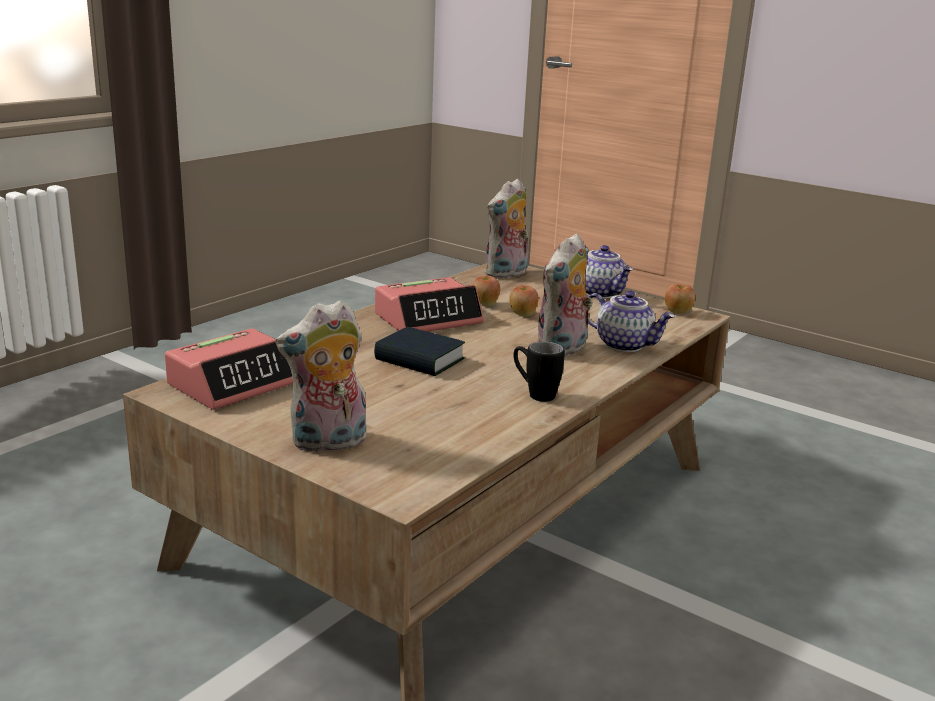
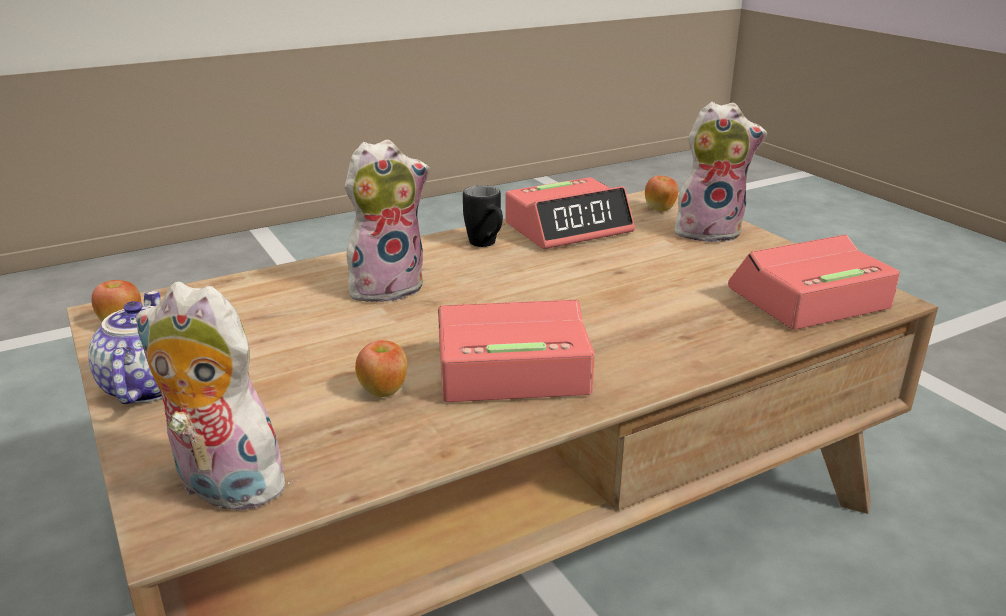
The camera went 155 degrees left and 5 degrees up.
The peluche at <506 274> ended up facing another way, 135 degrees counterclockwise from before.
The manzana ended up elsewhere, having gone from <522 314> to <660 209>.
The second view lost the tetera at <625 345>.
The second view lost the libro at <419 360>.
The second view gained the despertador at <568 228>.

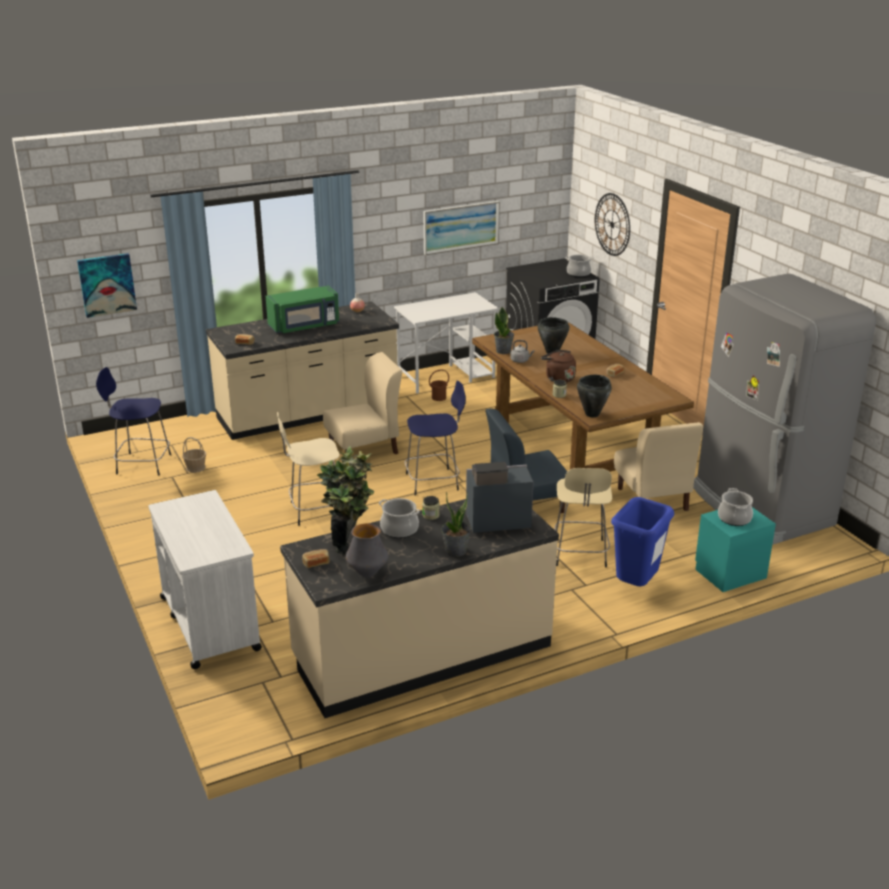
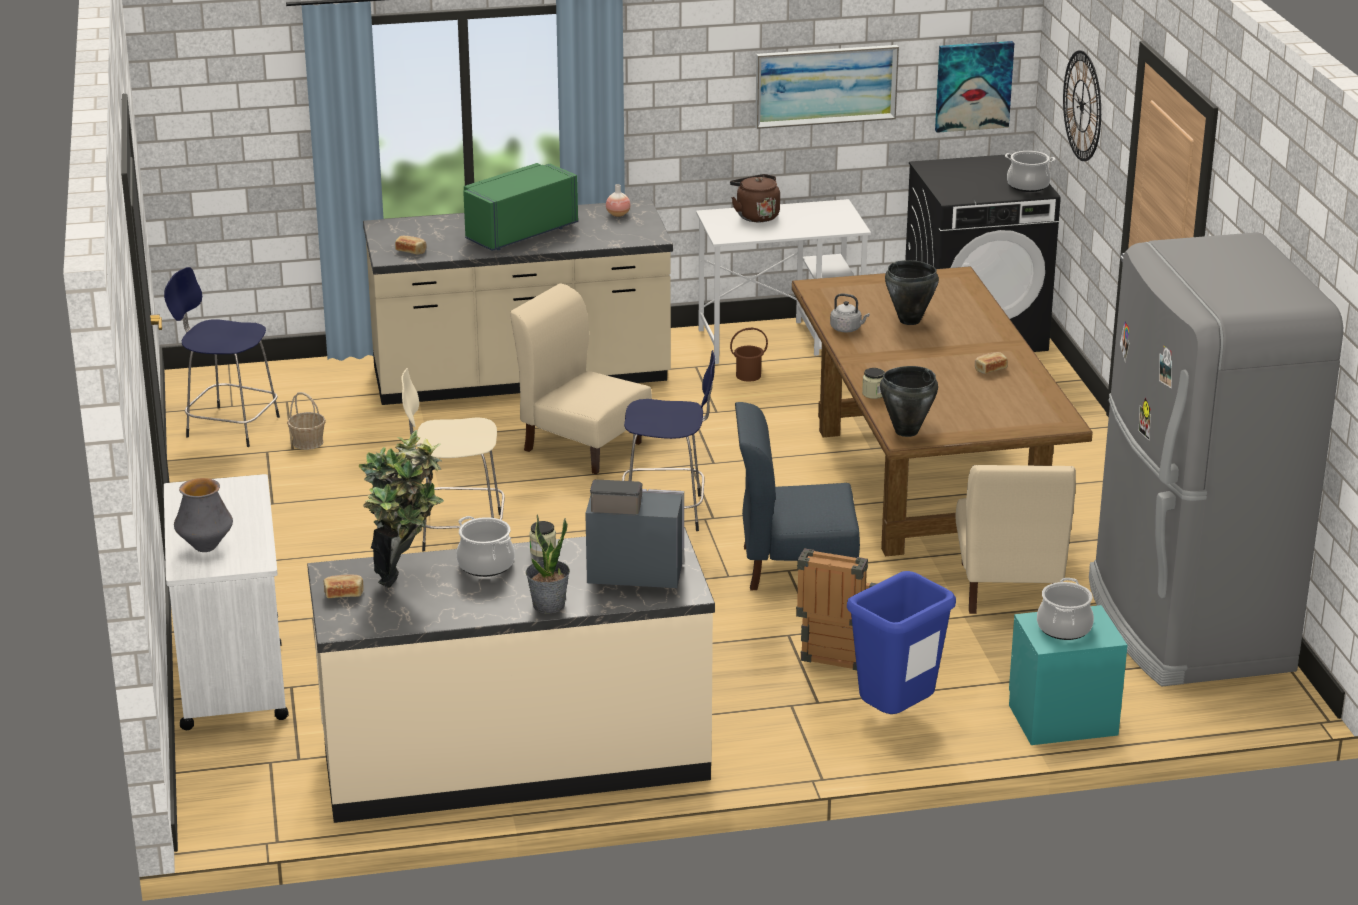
The camera went 15 degrees right and 0 degrees up.
The cuadro ended up elsewhere, having gone from <107 284> to <973 85>.
The microondas/verde at <304 326> ended up facing another way, 150 degrees clockwise from before.
The second view lost the planta en maceta at <503 351>.
The hervidor/marrón ended up elsewhere, having gone from <558 378> to <755 216>.
The silla/beis at <364 449> ended up facing another way, 135 degrees counterclockwise from before.
Where the taburete/beis stood at <580 554>, the caja de embalaje came to stand at <836 655>.
The florero ended up elsewhere, having gone from <367 573> to <205 547>.

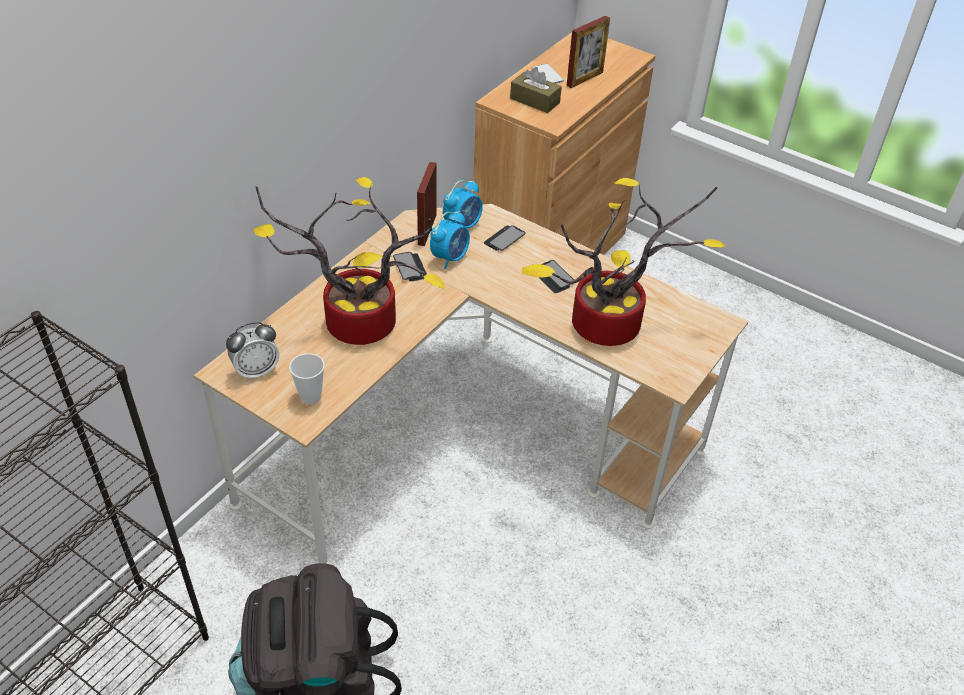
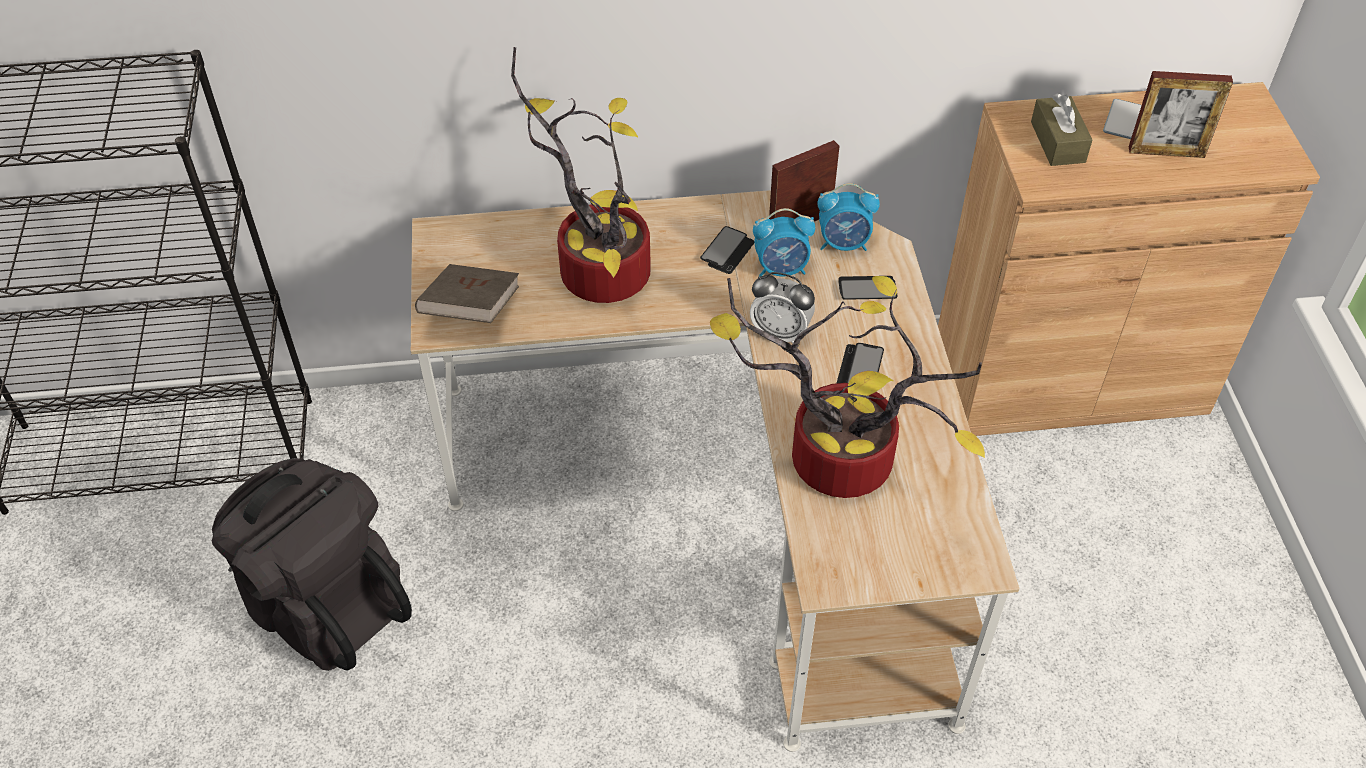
The camera went 50 degrees right and 5 degrees up.
The despertador ended up elsewhere, having gone from <256 371> to <780 333>.
Where the taza stood at <310 397>, the libro/marrón came to stand at <471 310>.

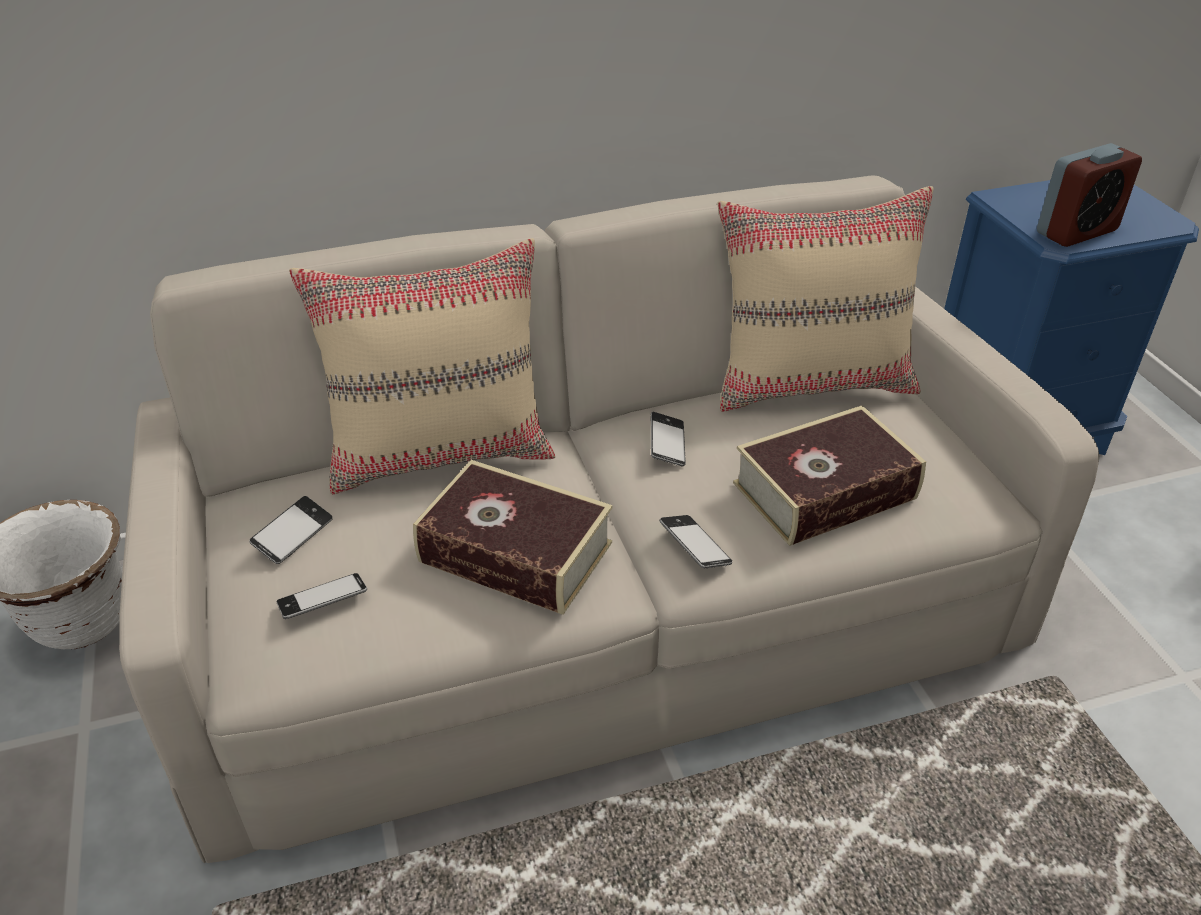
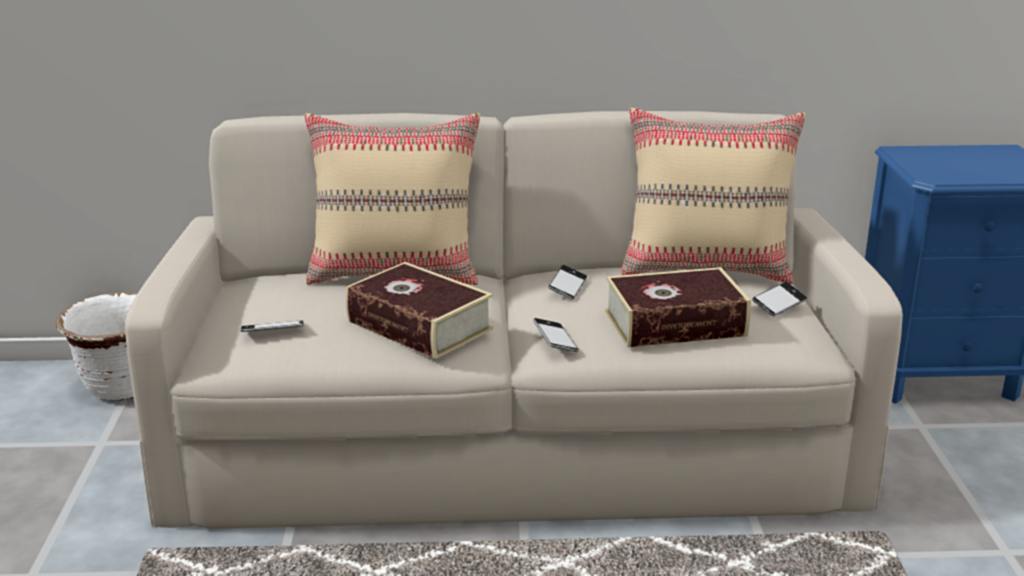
The camera went 15 degrees right and 15 degrees down.
The second view lost the despertador at <1076 232>.
The móvil ended up elsewhere, having gone from <293 535> to <779 304>.

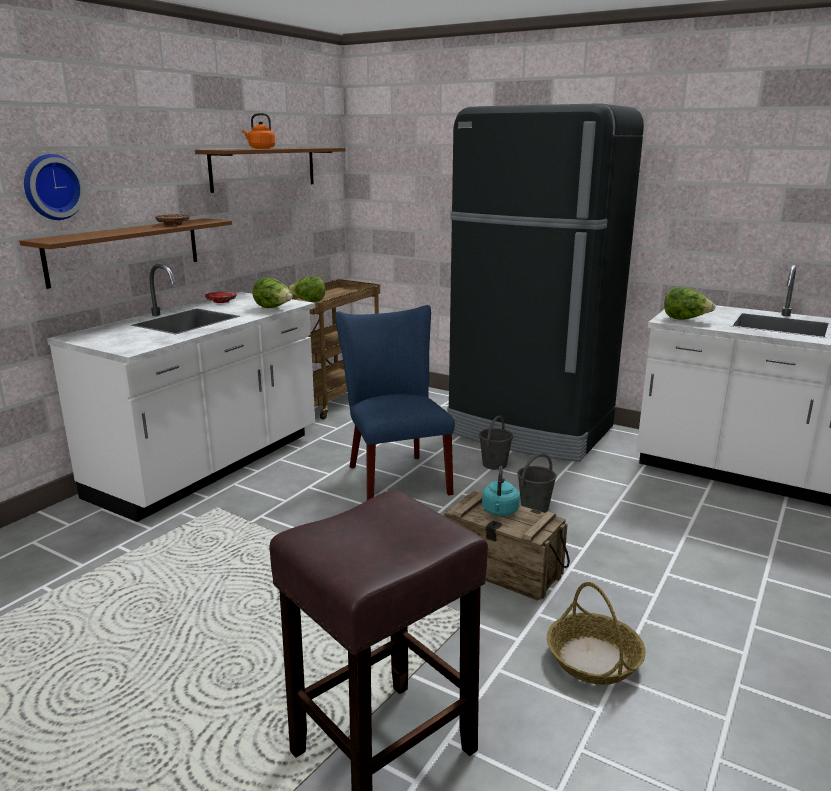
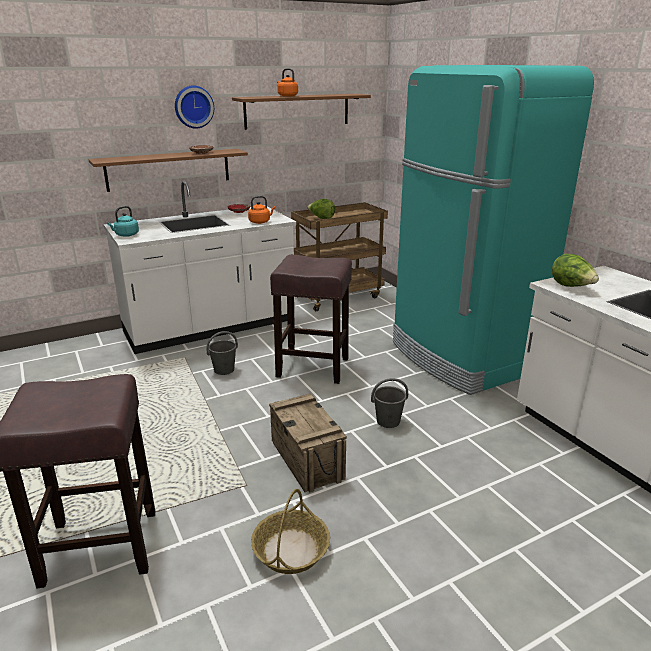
The camera went 30 degrees right and 5 degrees up.
What was the nevera/negro at <530 431> turned into the nevera/turquesa at <461 357>.
The reloj de pared ended up elsewhere, having gone from <51 187> to <193 107>.
Where the lechuga stood at <273 308>, the hervidor/naranja came to stand at <260 222>.
Where the silla/azul stood at <394 477>, the taburete/marrón came to stand at <314 367>.
The cubo/gris ended up elsewhere, having gone from <494 464> to <224 370>.
The hervidor/turquesa ended up elsewhere, having gone from <500 511> to <126 235>.

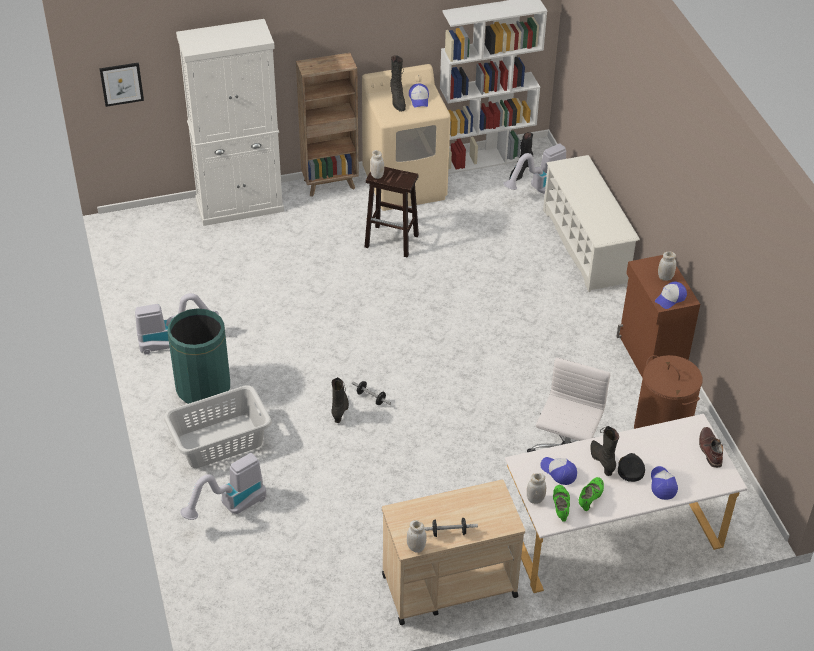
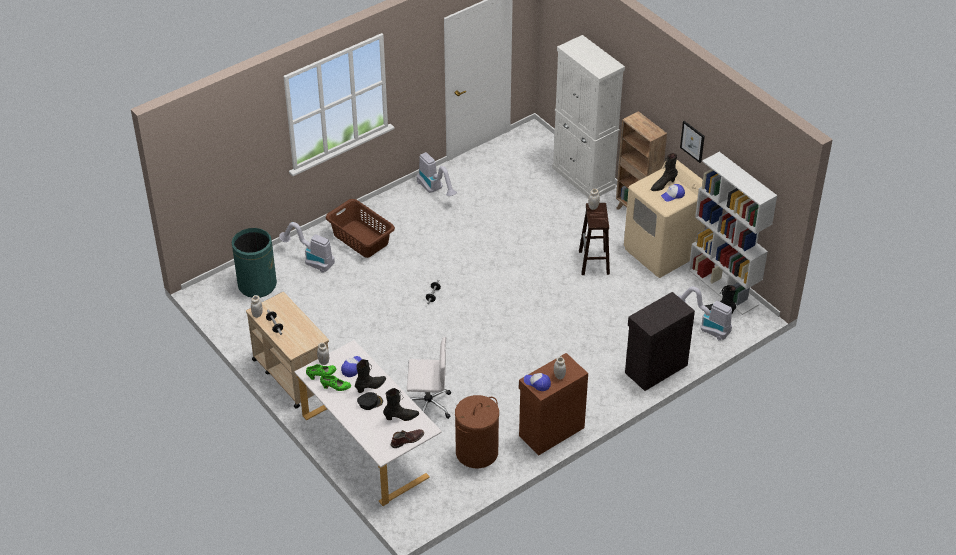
The camera went 70 degrees right and 0 degrees up.
The cuadro ended up elsewhere, having gone from <121 84> to <692 141>.
Where the zapatero/blanco stood at <585 246>, the armario/negro came to stand at <655 368>.
The papelera/verde ended up elsewhere, having gone from <203 388> to <257 285>.
The bota/negro ended up elsewhere, having gone from <340 410> to <401 417>.
What was the cesto de la ropa/gris at <219 441> turned into the cesto de la ropa/marrón at <361 238>.
The second view lost the gorra at <662 485>.

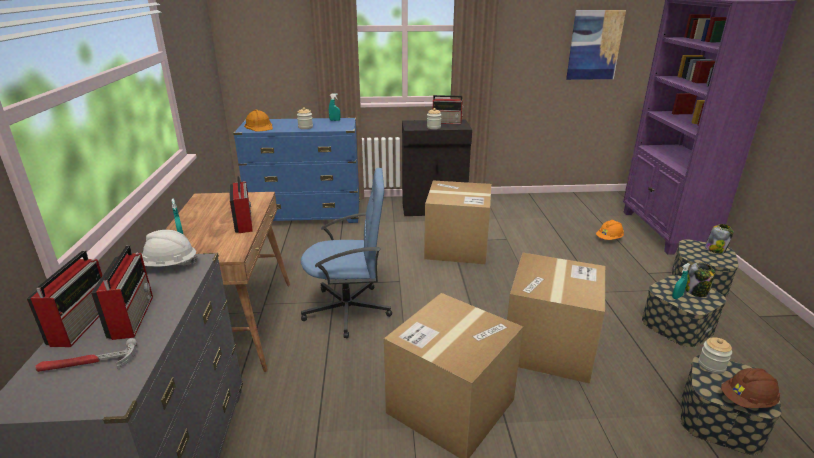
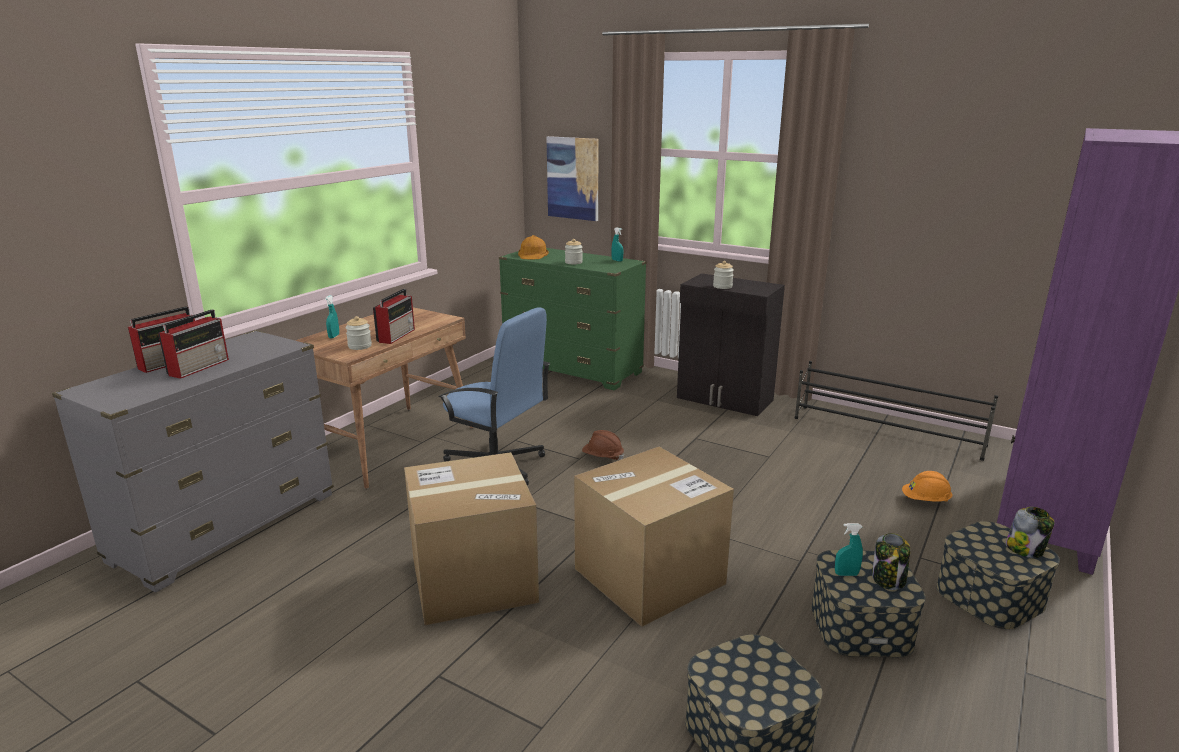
The camera went 35 degrees right and 5 degrees down.
The cuadro ended up elsewhere, having gone from <594 45> to <573 178>.
The second view lost the radio at <447 122>.
What was the cómoda/azul at <306 215> turned into the cómoda/verde at <573 369>.
The second view lost the caja de cartón at <457 247>.
The second view lost the casco/blanco at <168 266>.
The second view lost the martillo at <87 363>.
The tarro ended up elsewhere, having gone from <711 365> to <360 346>.
The casco/marrón ended up elsewhere, having gone from <747 400> to <602 457>.
The second view gained the zapatero/negro at <888 432>.

